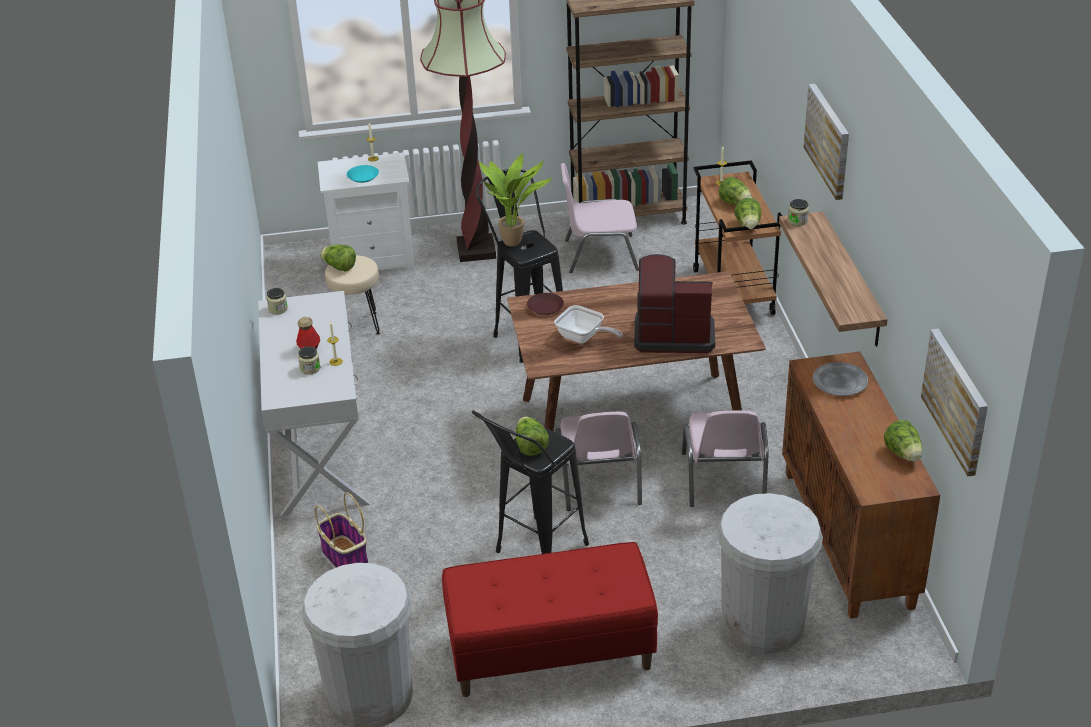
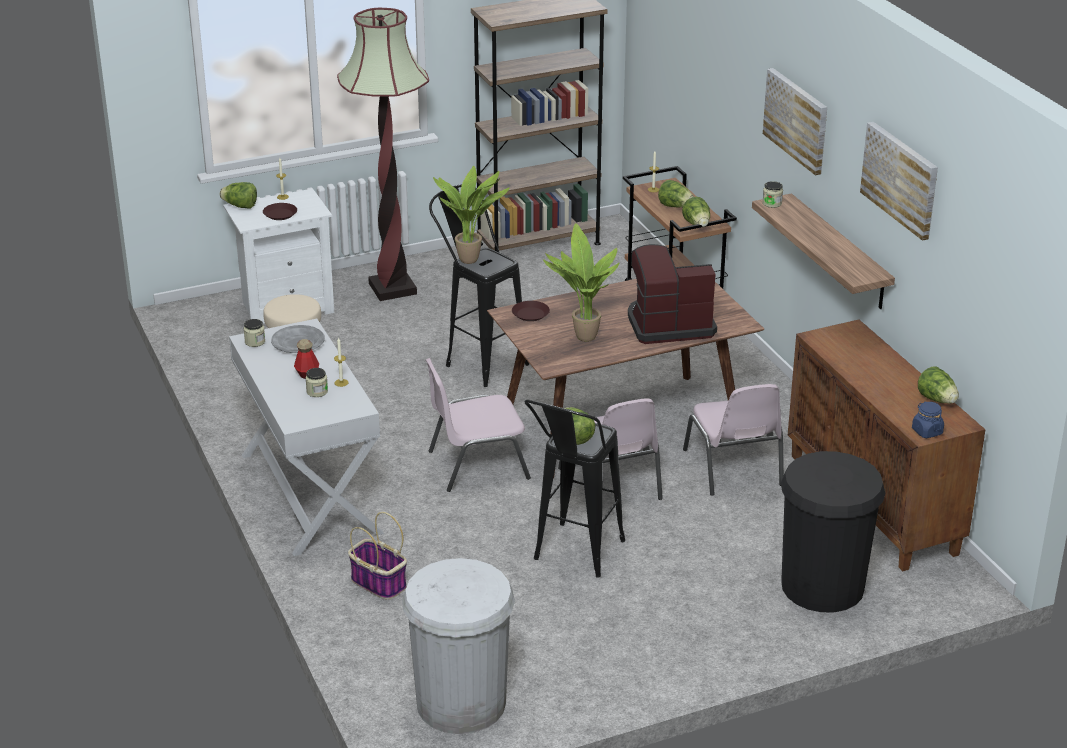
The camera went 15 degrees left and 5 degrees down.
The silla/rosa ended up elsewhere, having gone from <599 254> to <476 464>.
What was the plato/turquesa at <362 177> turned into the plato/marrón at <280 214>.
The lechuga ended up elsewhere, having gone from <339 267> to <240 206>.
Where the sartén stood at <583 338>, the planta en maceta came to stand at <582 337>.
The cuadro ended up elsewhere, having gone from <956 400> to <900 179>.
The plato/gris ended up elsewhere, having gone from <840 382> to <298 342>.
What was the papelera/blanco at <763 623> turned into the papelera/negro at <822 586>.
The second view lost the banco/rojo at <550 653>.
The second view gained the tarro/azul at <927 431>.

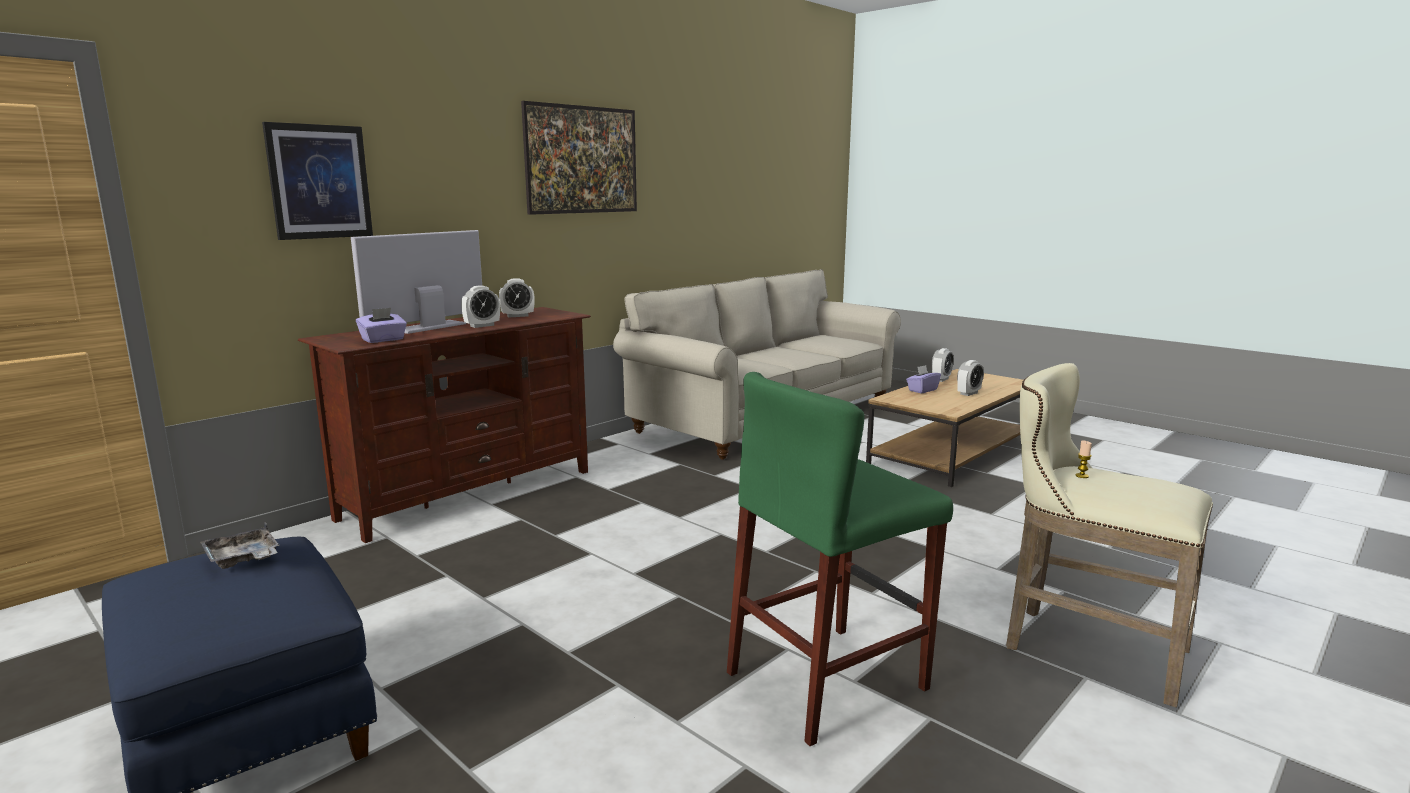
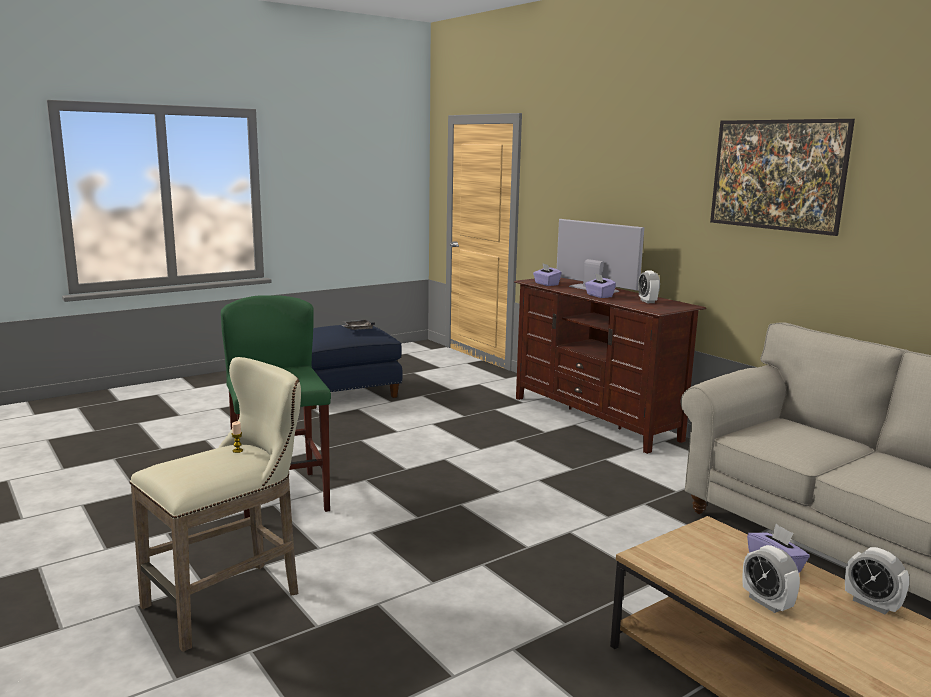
The camera went 100 degrees right and 0 degrees up.
The second view lost the cuadro at <319 182>.
Where the despertador stood at <482 326>, the caja de pañuelos/morado came to stand at <599 296>.

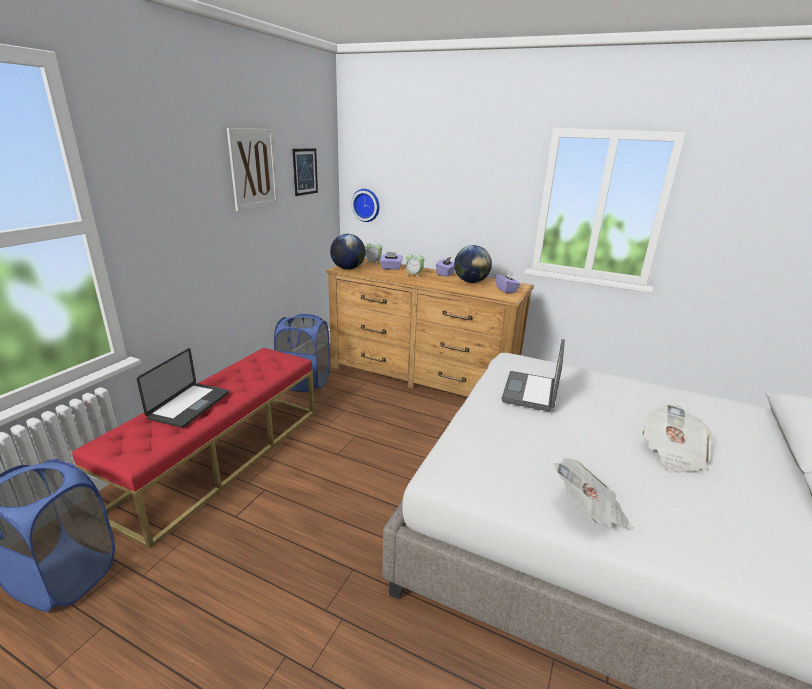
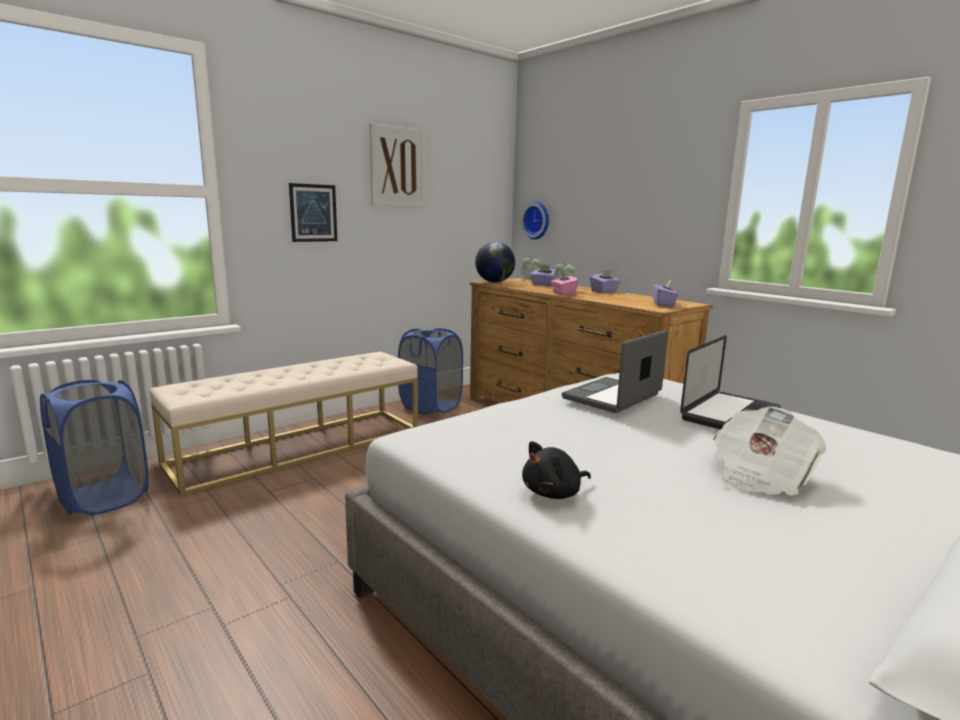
The camera went 25 degrees right and 10 degrees down.
The cuadro ended up elsewhere, having gone from <305 171> to <313 213>.
The second view lost the globo terráqueo at <471 282>.
What was the banco/rojo at <222 456> turned into the banco/beis at <300 447>.
The portátil ended up elsewhere, having gone from <189 405> to <730 414>.
Where the periódico stood at <589 511>, the peluche/negro came to stand at <554 493>.
The second view gained the caja de pañuelos/rosa at <563 294>.

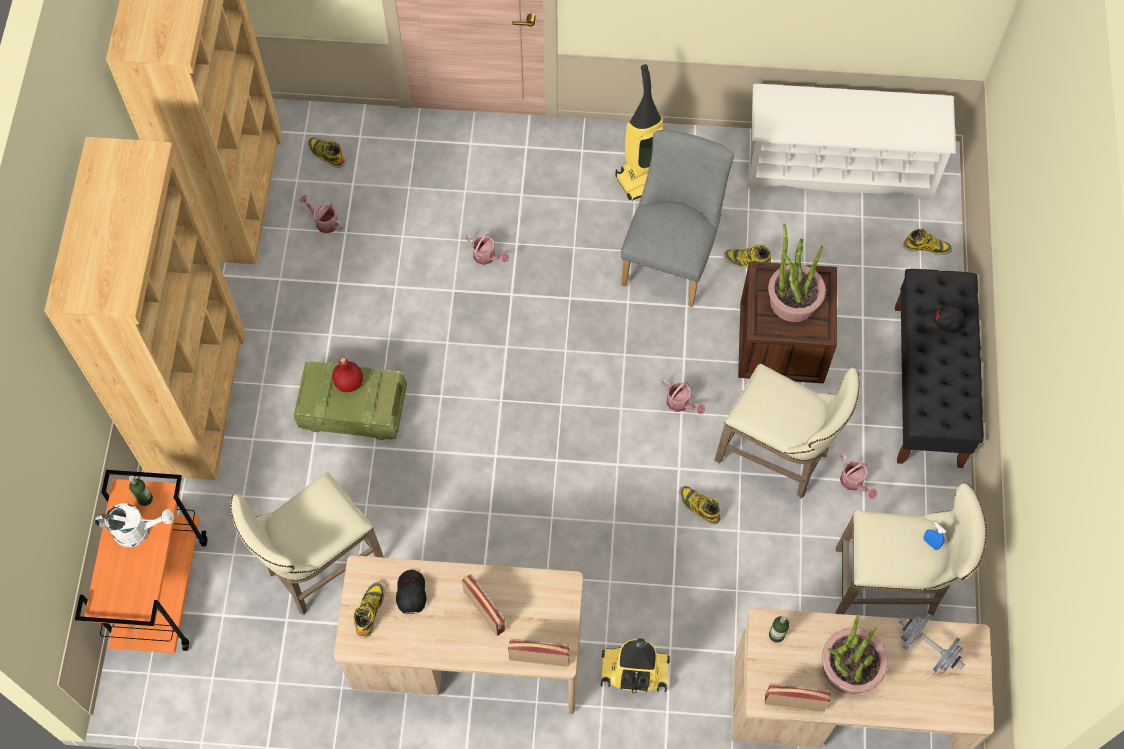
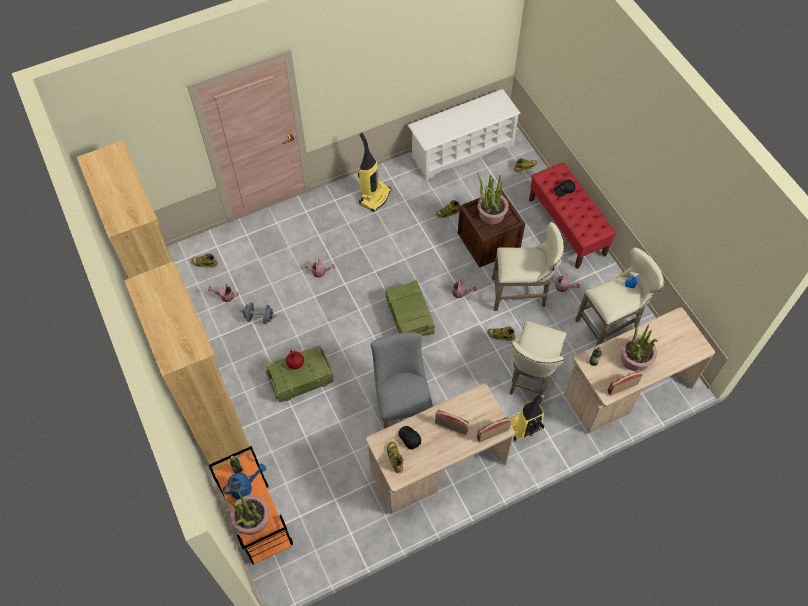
The camera went 30 degrees left and 5 degrees down.
The silla/gris ended up elsewhere, having gone from <671 257> to <402 403>.
What was the banco/negro at <928 386> turned into the banco/rojo at <567 227>.
The taburete/beis ended up elsewhere, having gone from <319 567> to <530 378>.
What was the regadera/blanco at <138 531> turned into the regadera/azul at <245 487>.
The mancuerna/gris ended up elsewhere, having gone from <927 648> to <259 318>.
The second view gained the caja de embalaje at <410 317>.
The second view gained the planta en maceta at <252 519>.

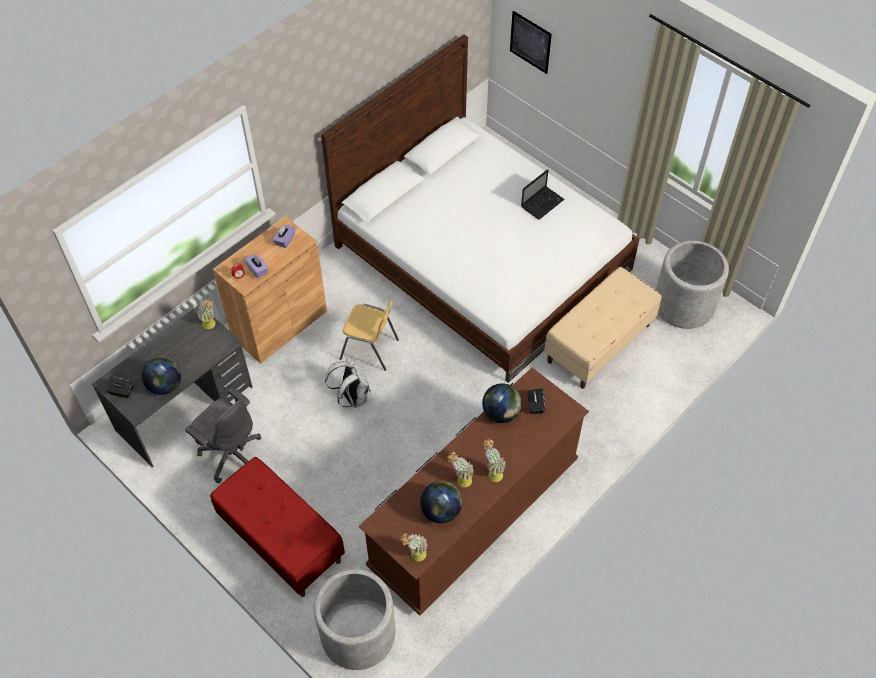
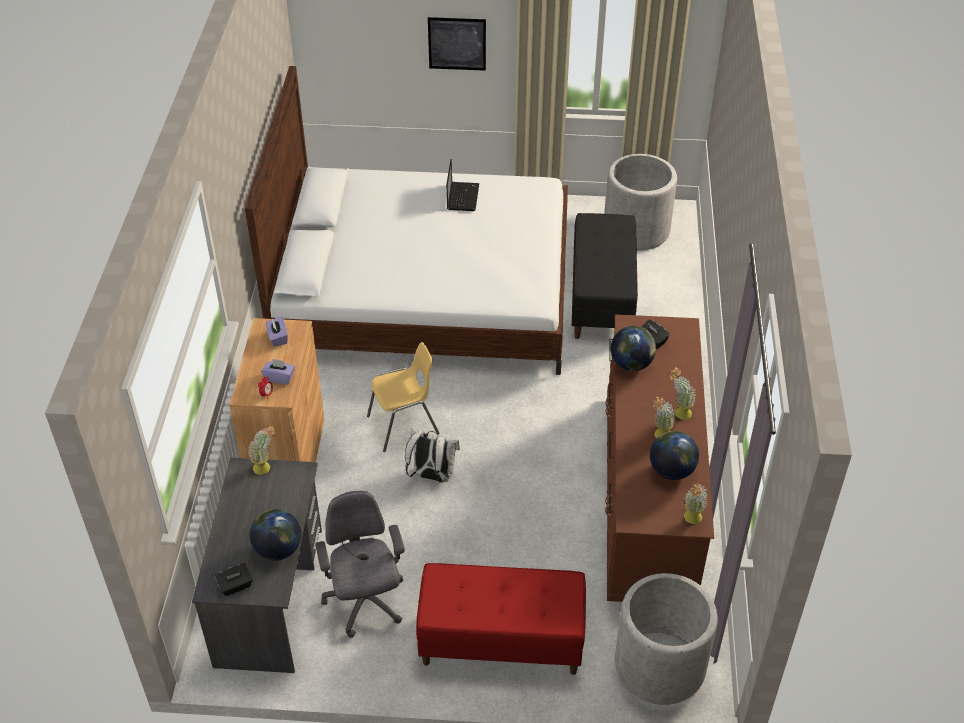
The camera went 40 degrees left and 10 degrees down.
The cuadro ended up elsewhere, having gone from <530 42> to <457 43>.
What was the banco/beis at <598 343> turned into the banco/negro at <601 298>.
The silla de oficina/gris at <231 453> ended up facing another way, 105 degrees counterclockwise from before.

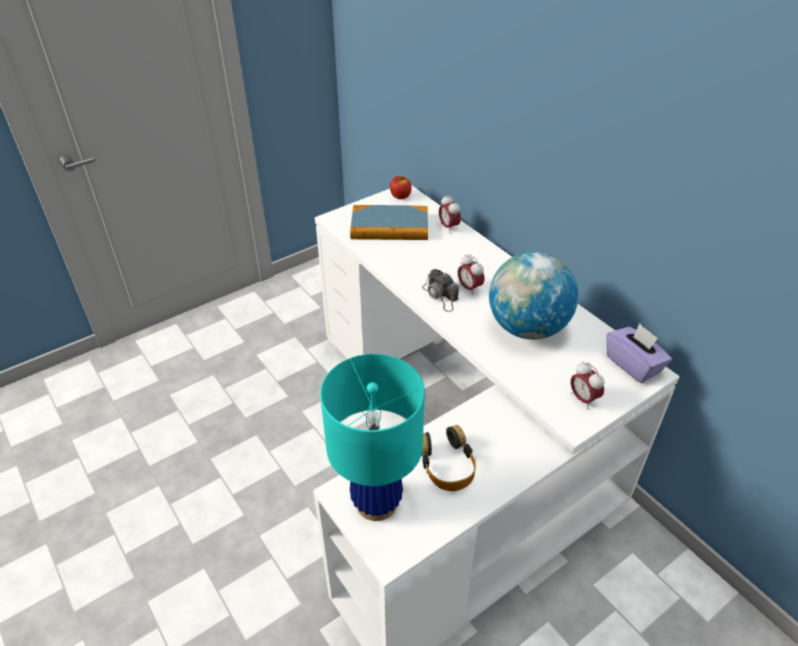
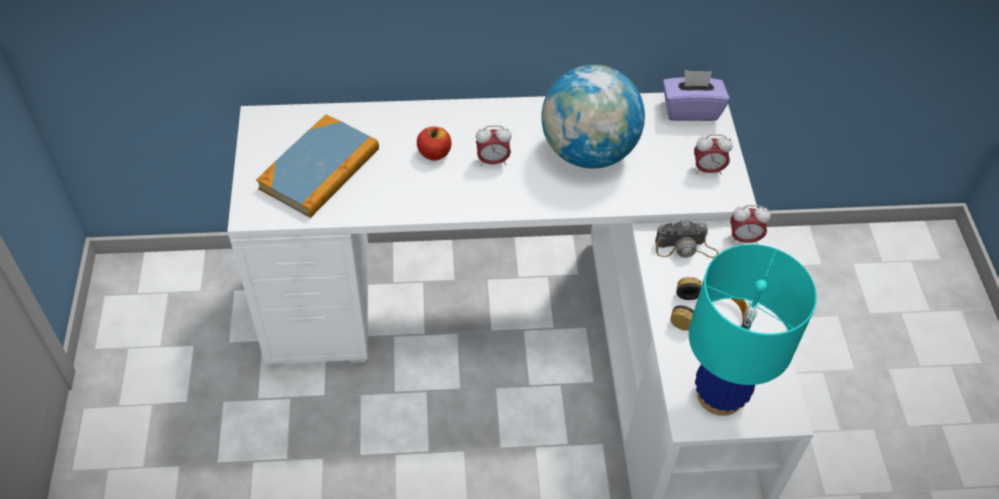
The camera went 60 degrees left and 10 degrees up.
The manzana ended up elsewhere, having gone from <400 196> to <434 153>.
The despertador ended up elsewhere, having gone from <448 227> to <744 239>.
The cámara ended up elsewhere, having gone from <441 296> to <686 248>.

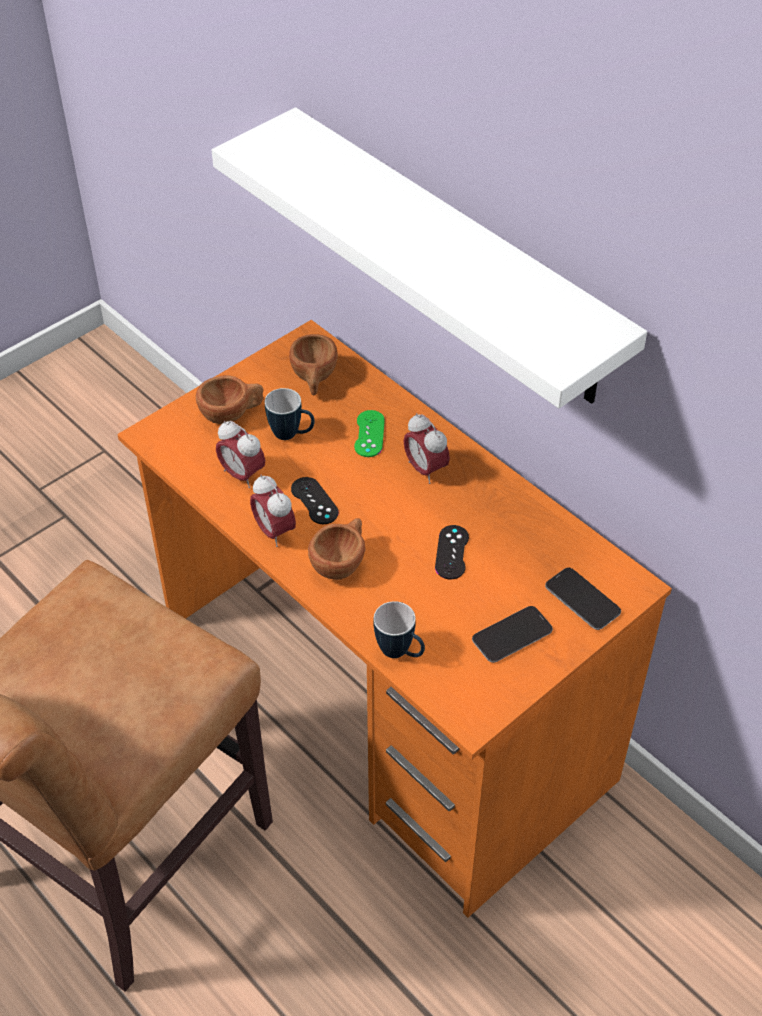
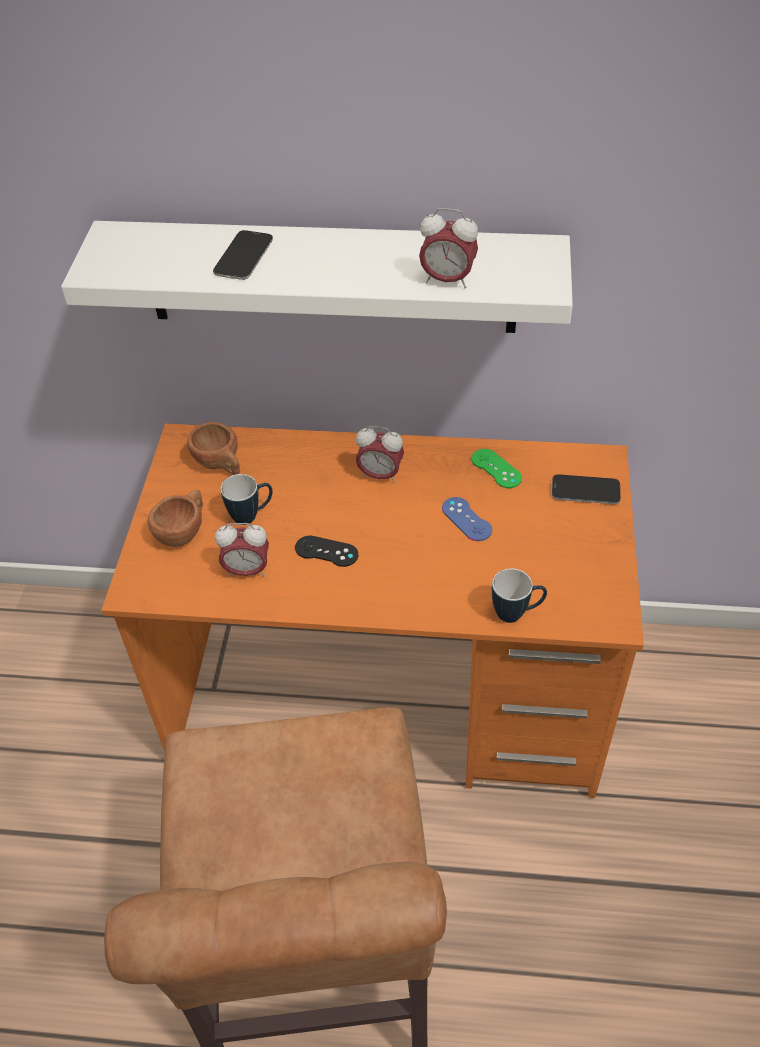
The camera went 40 degrees left and 0 degrees up.
The mando de consola/verde ended up elsewhere, having gone from <369 434> to <496 468>.
The despertador ended up elsewhere, having gone from <274 531> to <447 280>.
The second view lost the taza/marrón at <341 562>.
What was the mando de consola/negro at <452 552> turned into the mando de consola/azul at <466 519>.
The móvil ended up elsewhere, having gone from <512 635> to <243 256>.

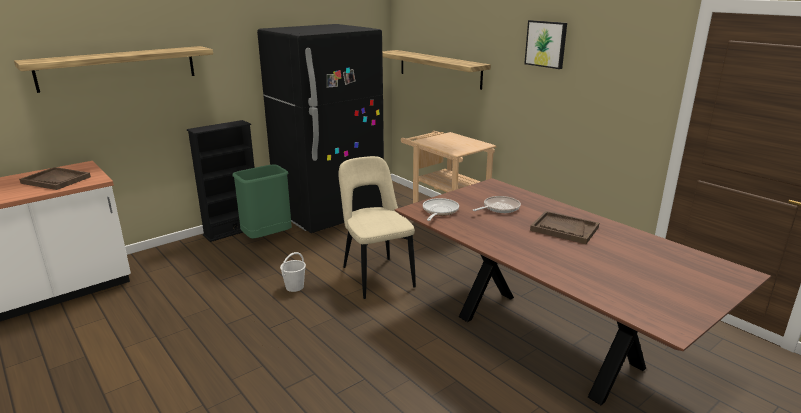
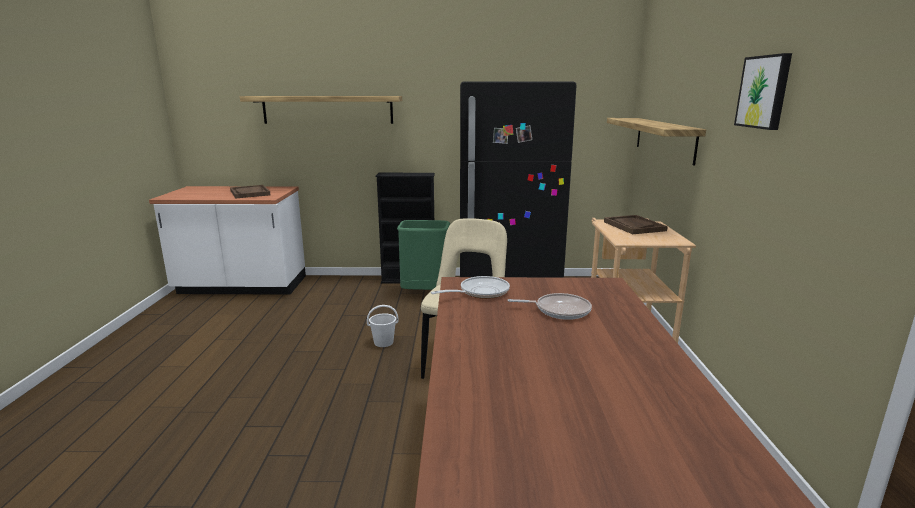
The camera went 40 degrees right and 5 degrees down.
The bandeja/marrón ended up elsewhere, having gone from <564 229> to <634 226>.

